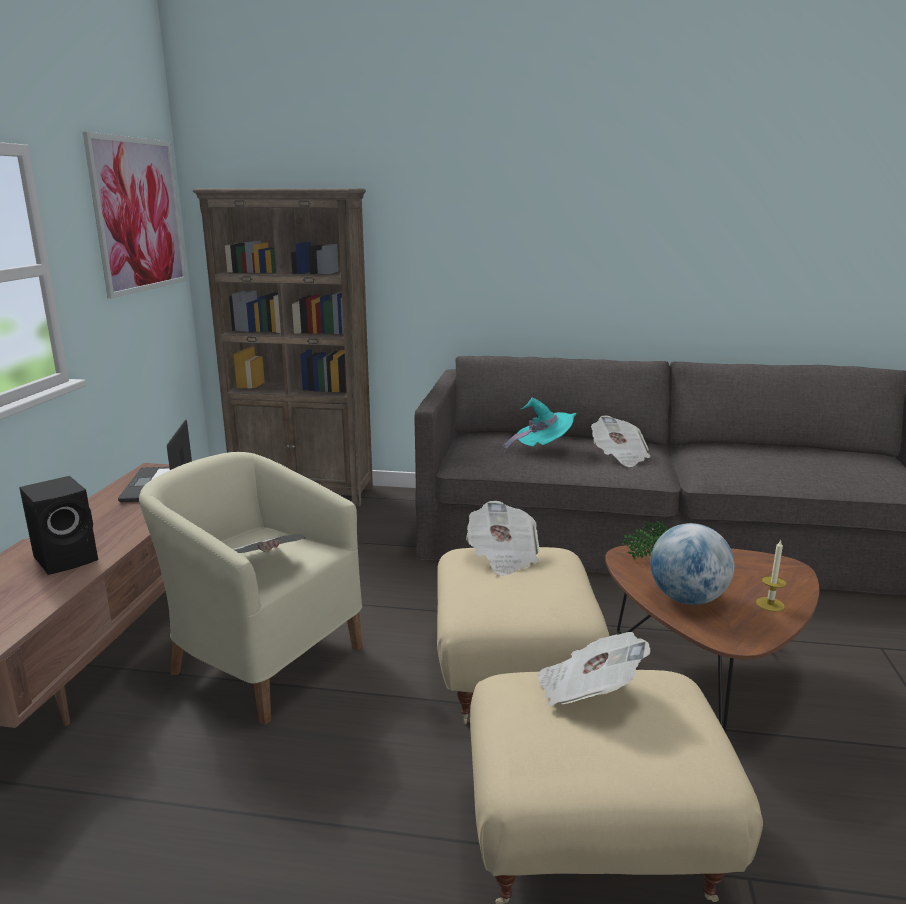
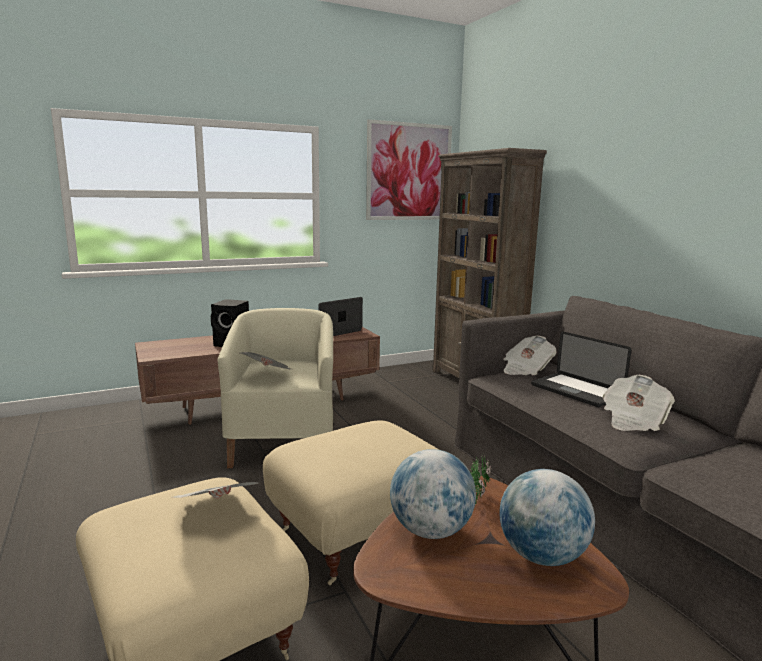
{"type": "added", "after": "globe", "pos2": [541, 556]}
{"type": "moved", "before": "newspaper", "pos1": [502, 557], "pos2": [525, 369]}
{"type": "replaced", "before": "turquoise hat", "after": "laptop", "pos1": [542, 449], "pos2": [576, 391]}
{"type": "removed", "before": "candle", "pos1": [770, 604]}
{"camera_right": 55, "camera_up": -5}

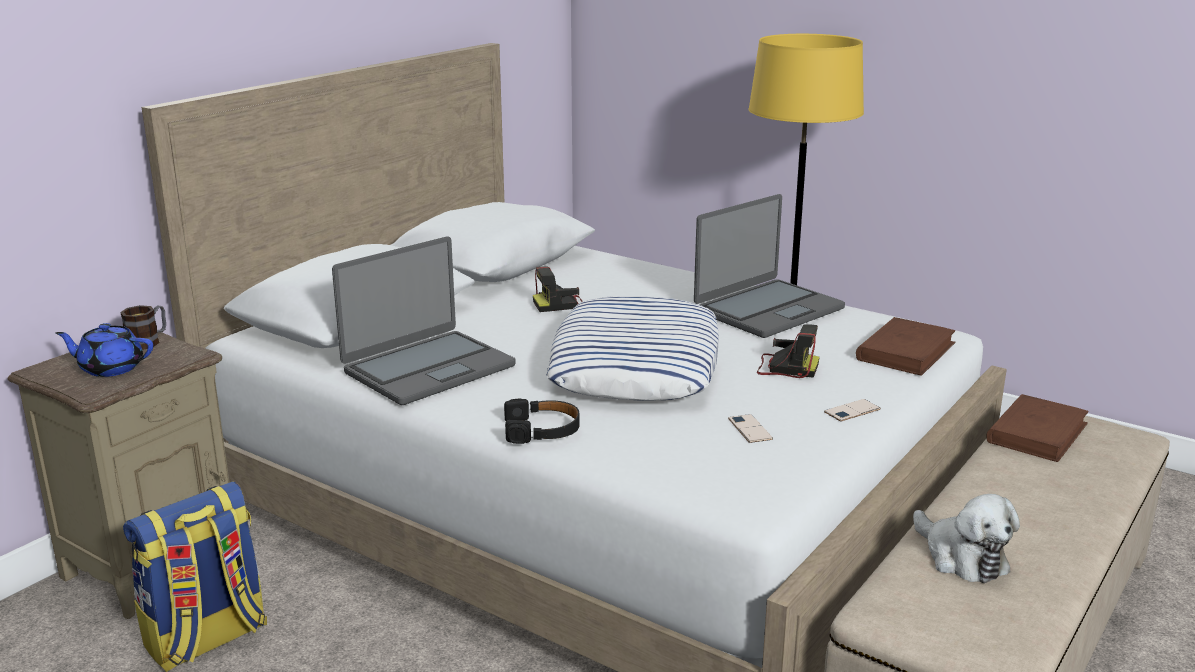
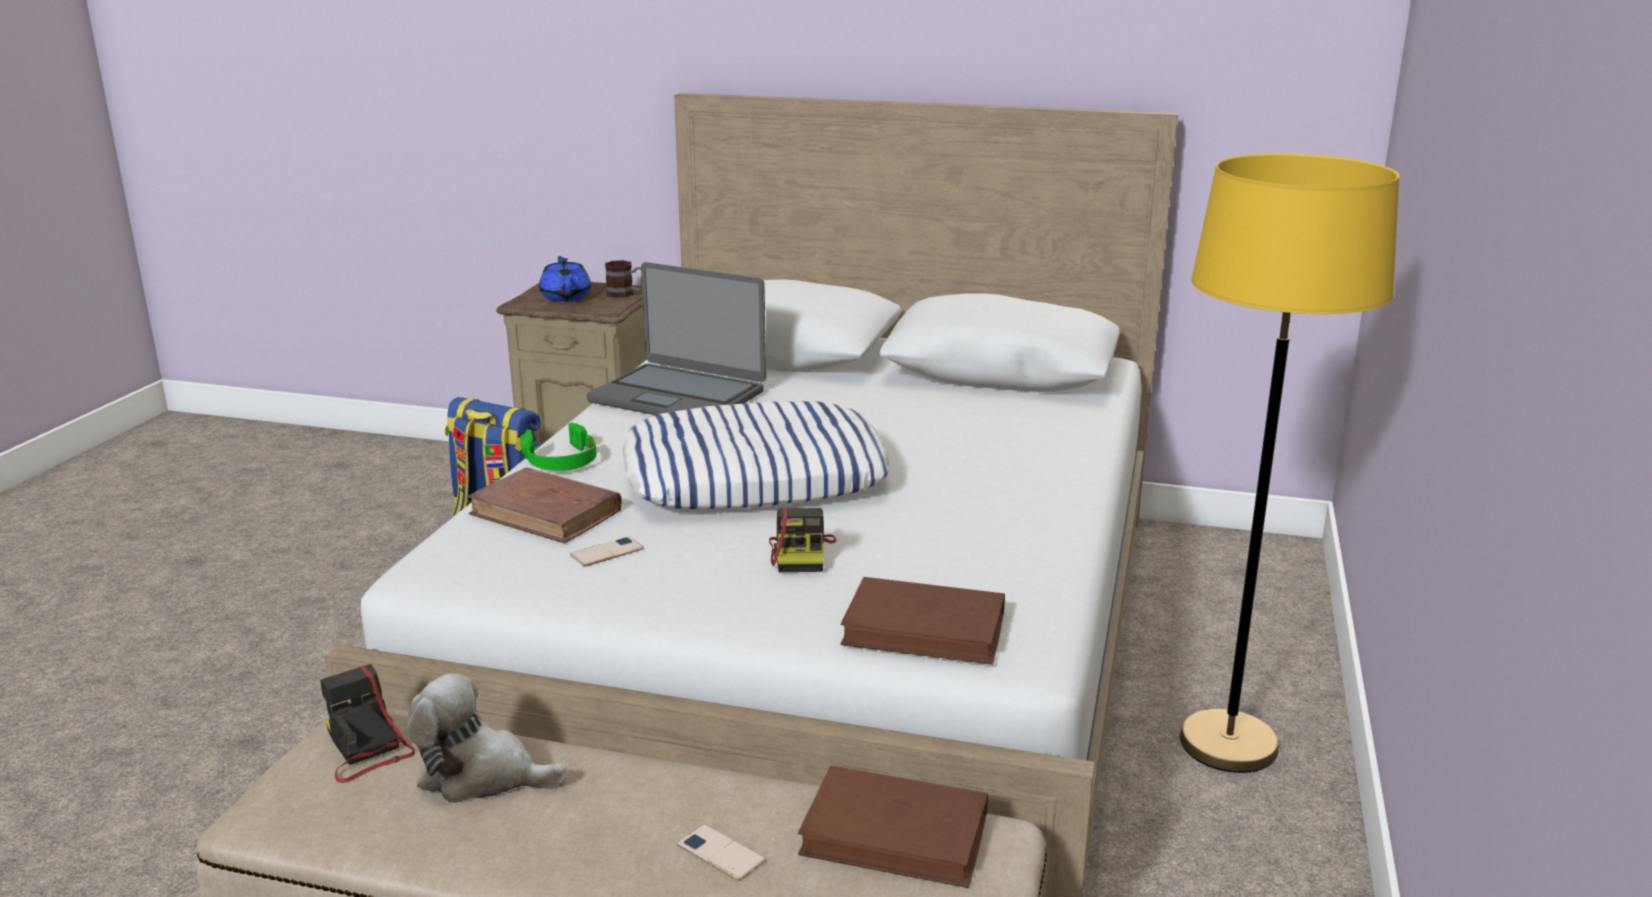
{"type": "moved", "before": "photo camera", "pos1": [562, 306], "pos2": [366, 749]}
{"type": "turned", "before": "plush toy", "pos1": [961, 557], "pos2": [481, 776], "turn": 60}
{"type": "added", "after": "brown book", "pos2": [546, 512]}
{"type": "recoloured", "before": "black headphones", "after": "green headphones", "pos1": [542, 430], "pos2": [561, 460]}
{"type": "moved", "before": "phone", "pos1": [852, 411], "pos2": [721, 853]}
{"type": "removed", "before": "laptop", "pos1": [767, 310]}
{"camera_right": 70, "camera_up": 0}

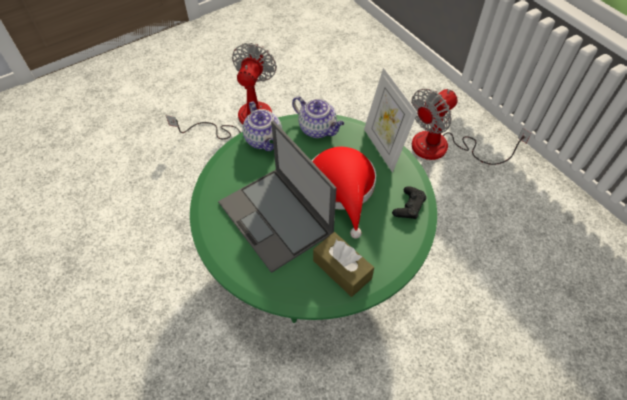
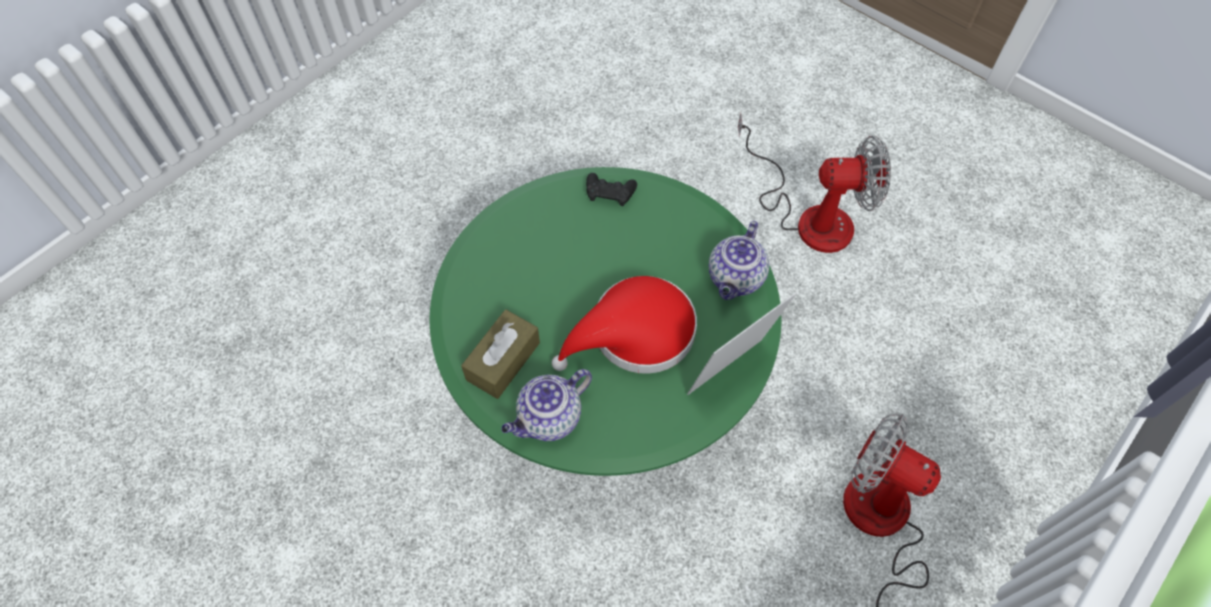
{"type": "moved", "before": "teapot", "pos1": [264, 140], "pos2": [549, 419]}
{"type": "moved", "before": "black game controller", "pos1": [409, 206], "pos2": [610, 192]}
{"type": "removed", "before": "laptop", "pos1": [276, 218]}
{"camera_right": 75, "camera_up": 5}

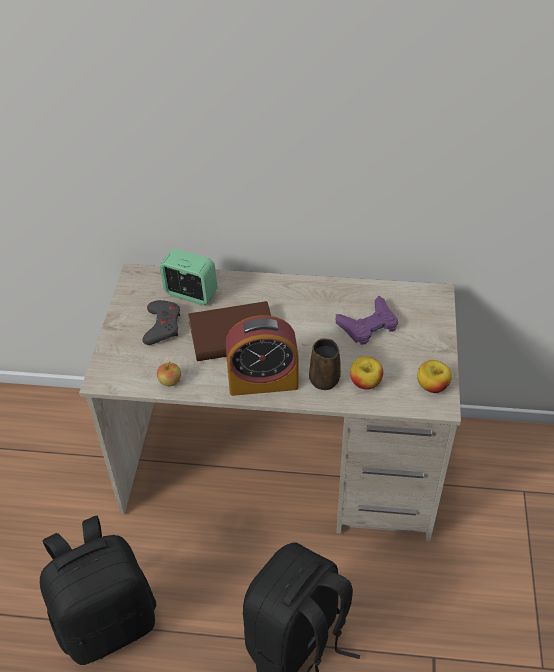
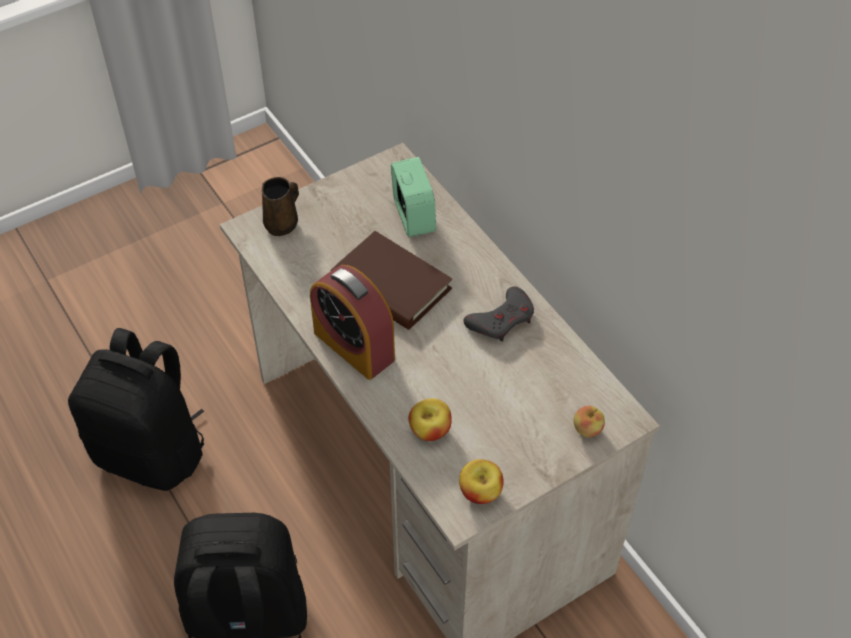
{"type": "moved", "before": "brown mug", "pos1": [324, 378], "pos2": [282, 224]}
{"type": "moved", "before": "grey game controller", "pos1": [162, 326], "pos2": [502, 319]}
{"type": "moved", "before": "apple", "pos1": [170, 381], "pos2": [587, 429]}
{"type": "removed", "before": "purple game controller", "pos1": [368, 325]}
{"camera_right": 50, "camera_up": 5}

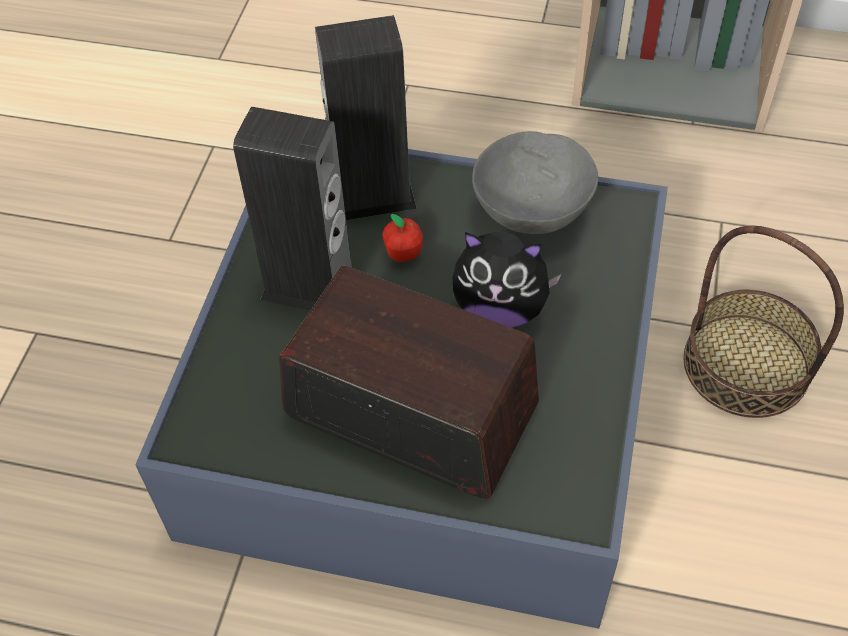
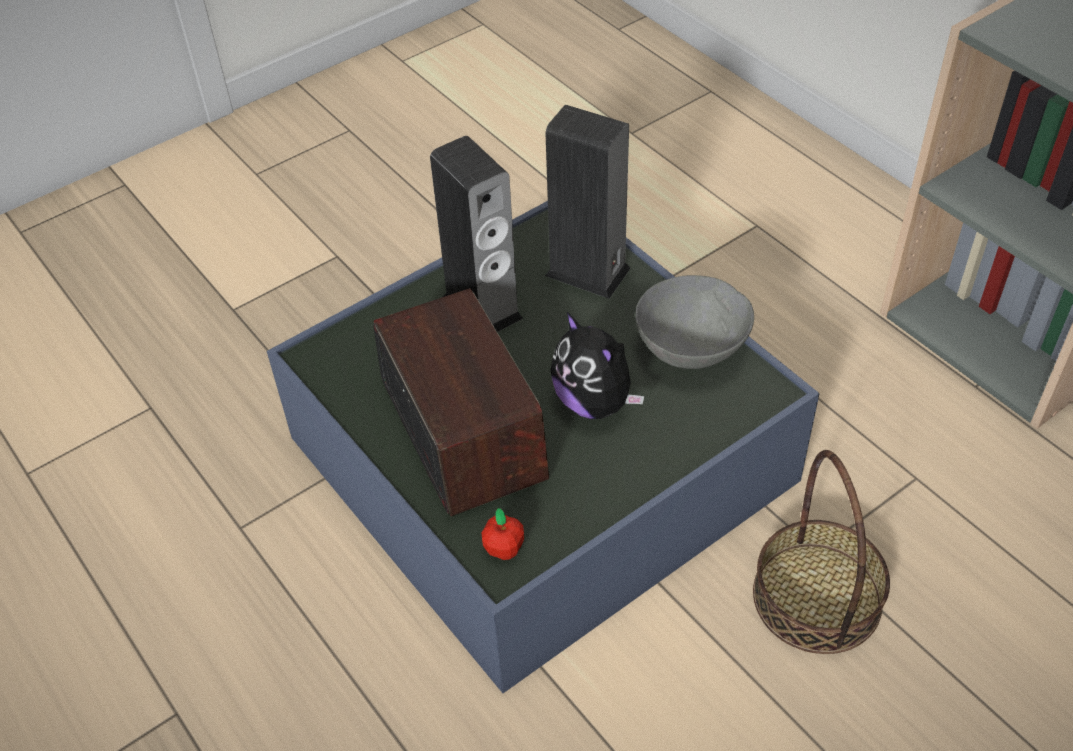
{"type": "moved", "before": "apple", "pos1": [403, 253], "pos2": [504, 549]}
{"camera_right": 40, "camera_up": -5}

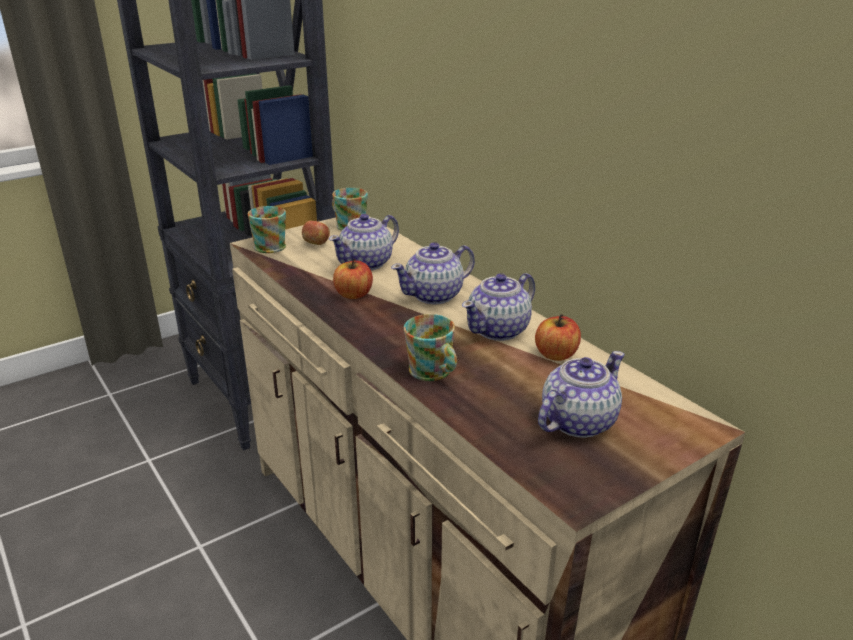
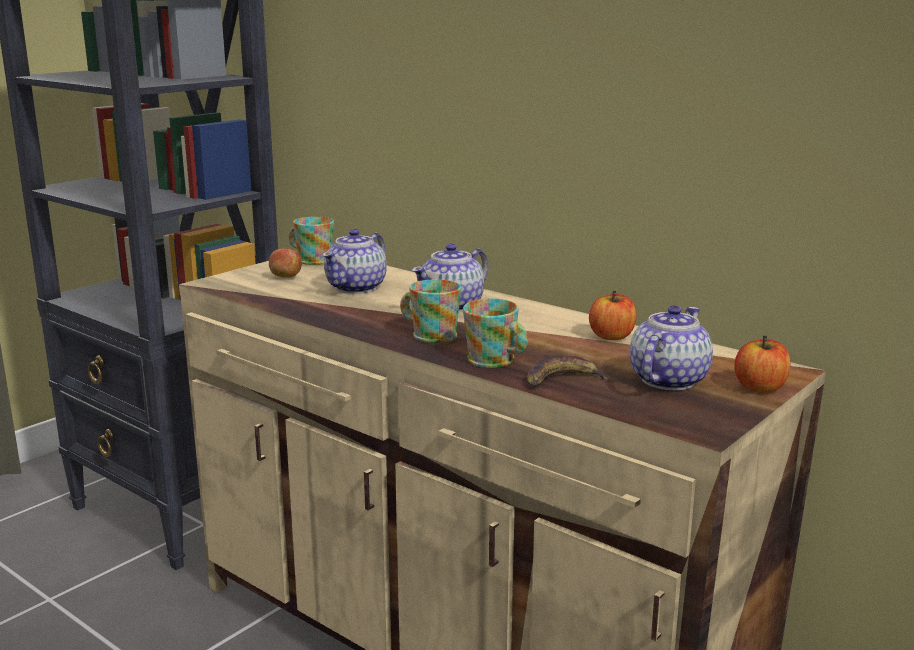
{"type": "moved", "before": "mug", "pos1": [267, 246], "pos2": [429, 335]}
{"type": "added", "after": "banana", "pos2": [561, 379]}
{"type": "moved", "before": "apple", "pos1": [354, 294], "pos2": [760, 387]}
{"type": "removed", "before": "teapot", "pos1": [499, 330]}
{"camera_right": -15, "camera_up": -10}

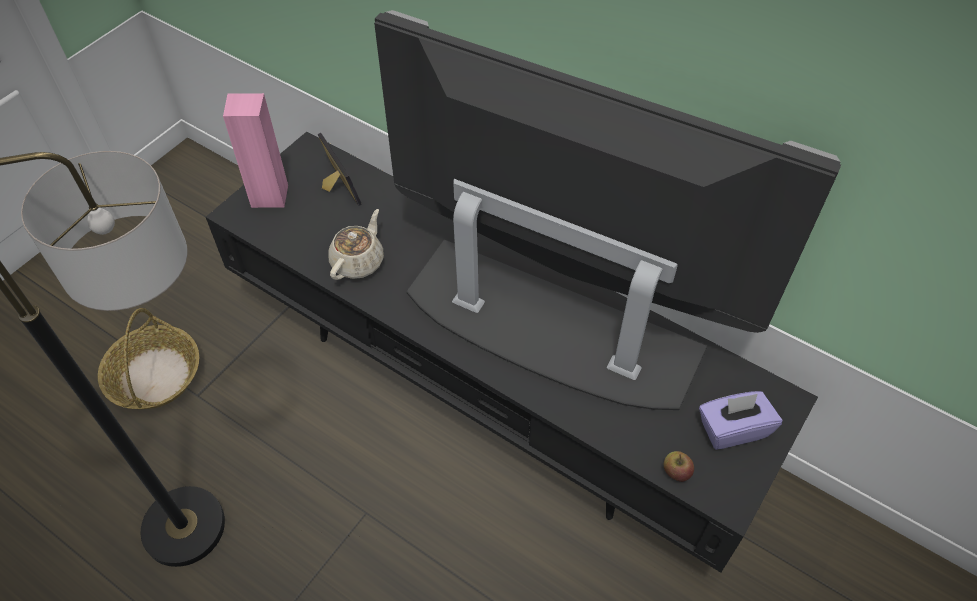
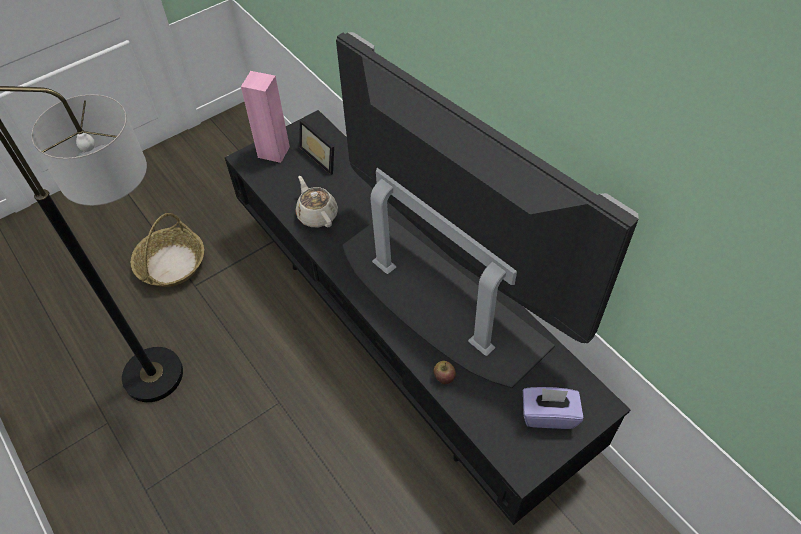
{"type": "turned", "before": "beige teapot", "pos1": [358, 261], "pos2": [317, 215], "turn": -75}
{"type": "turned", "before": "picture frame", "pos1": [335, 187], "pos2": [322, 156], "turn": 150}
{"type": "moved", "before": "apple", "pos1": [676, 472], "pos2": [444, 377]}
{"camera_right": 20, "camera_up": 0}

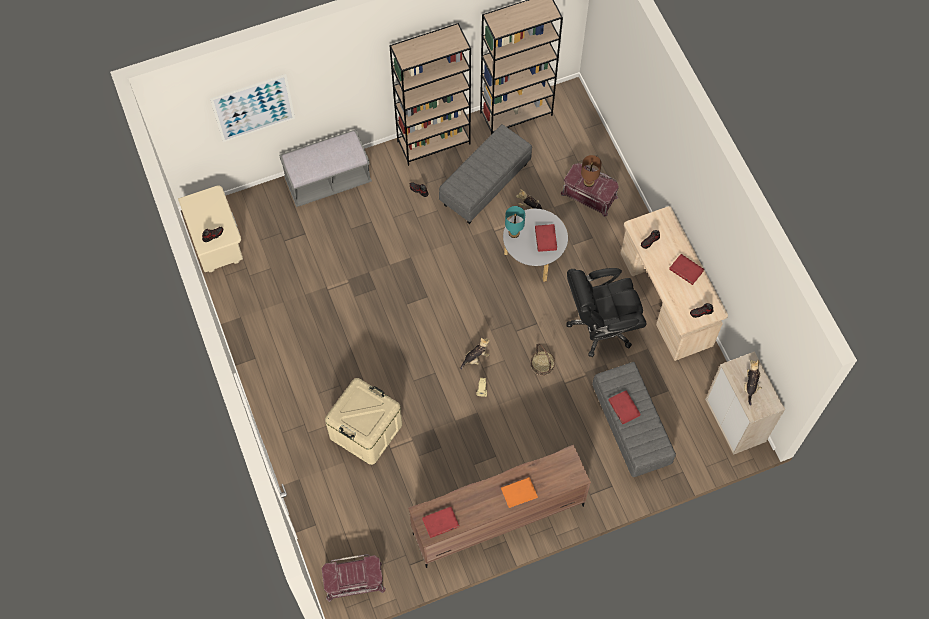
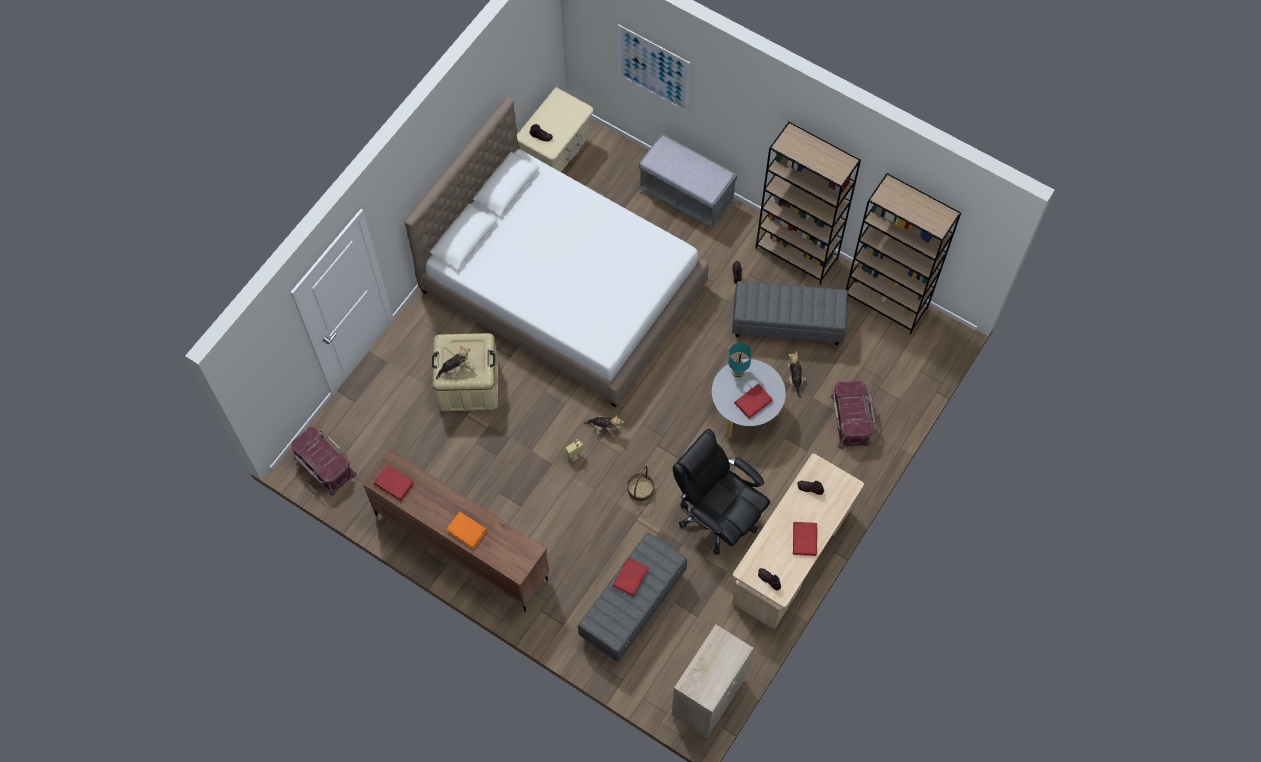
{"type": "added", "after": "white bed", "pos2": [563, 287]}
{"type": "moved", "before": "plush toy", "pos1": [750, 385], "pos2": [455, 369]}
{"type": "removed", "before": "brown table lamp", "pos1": [588, 182]}
{"camera_right": 55, "camera_up": 0}

